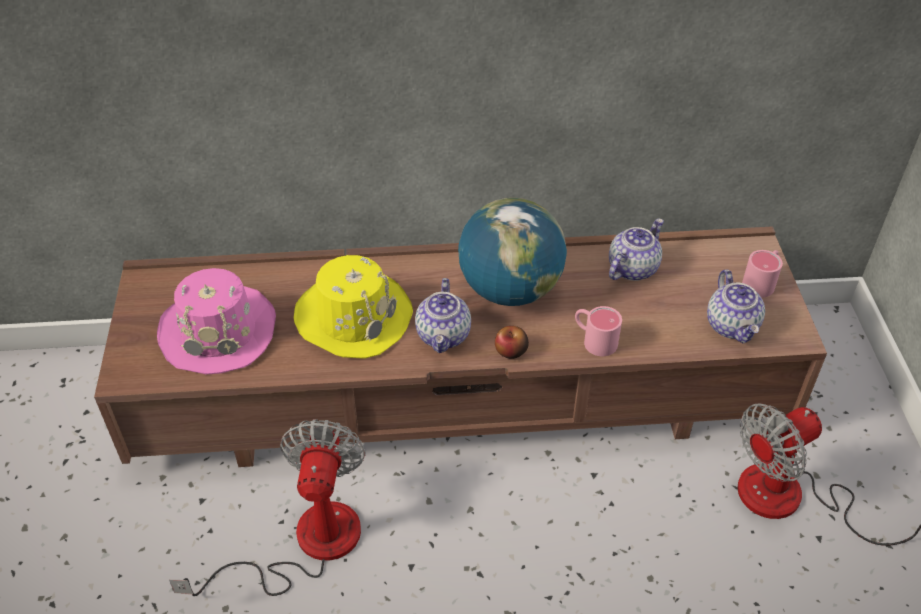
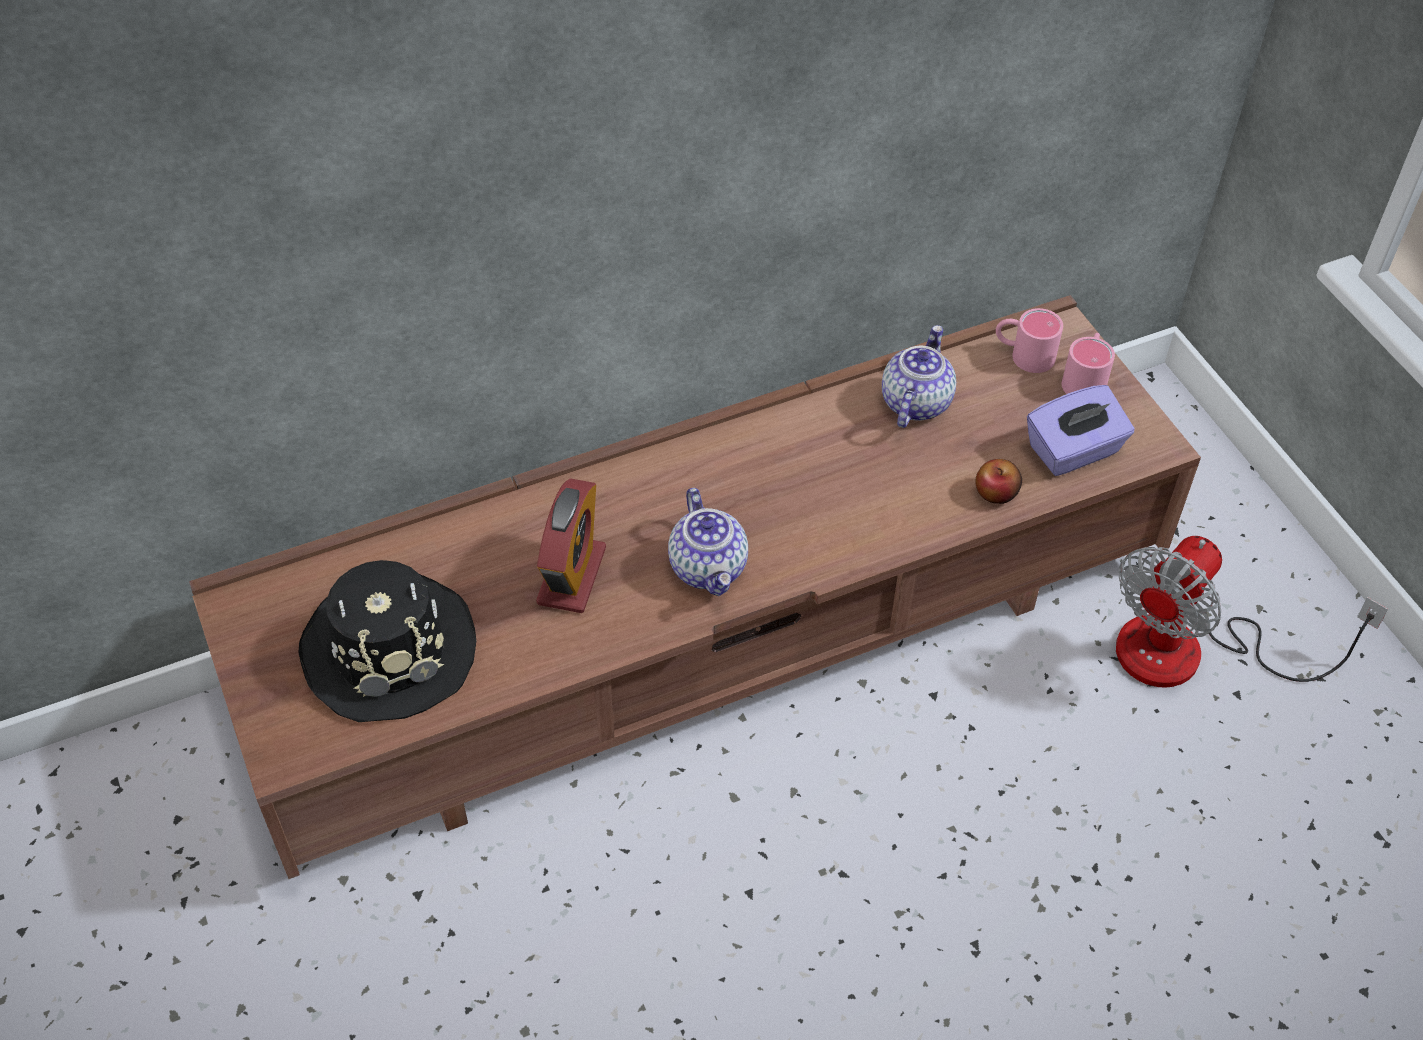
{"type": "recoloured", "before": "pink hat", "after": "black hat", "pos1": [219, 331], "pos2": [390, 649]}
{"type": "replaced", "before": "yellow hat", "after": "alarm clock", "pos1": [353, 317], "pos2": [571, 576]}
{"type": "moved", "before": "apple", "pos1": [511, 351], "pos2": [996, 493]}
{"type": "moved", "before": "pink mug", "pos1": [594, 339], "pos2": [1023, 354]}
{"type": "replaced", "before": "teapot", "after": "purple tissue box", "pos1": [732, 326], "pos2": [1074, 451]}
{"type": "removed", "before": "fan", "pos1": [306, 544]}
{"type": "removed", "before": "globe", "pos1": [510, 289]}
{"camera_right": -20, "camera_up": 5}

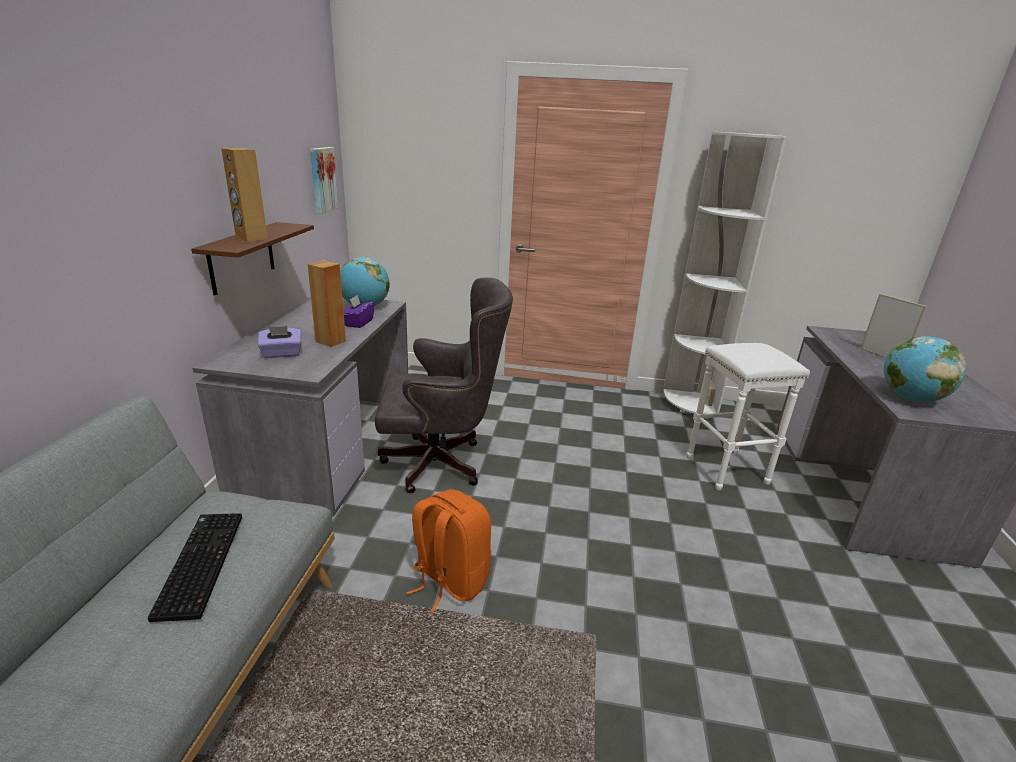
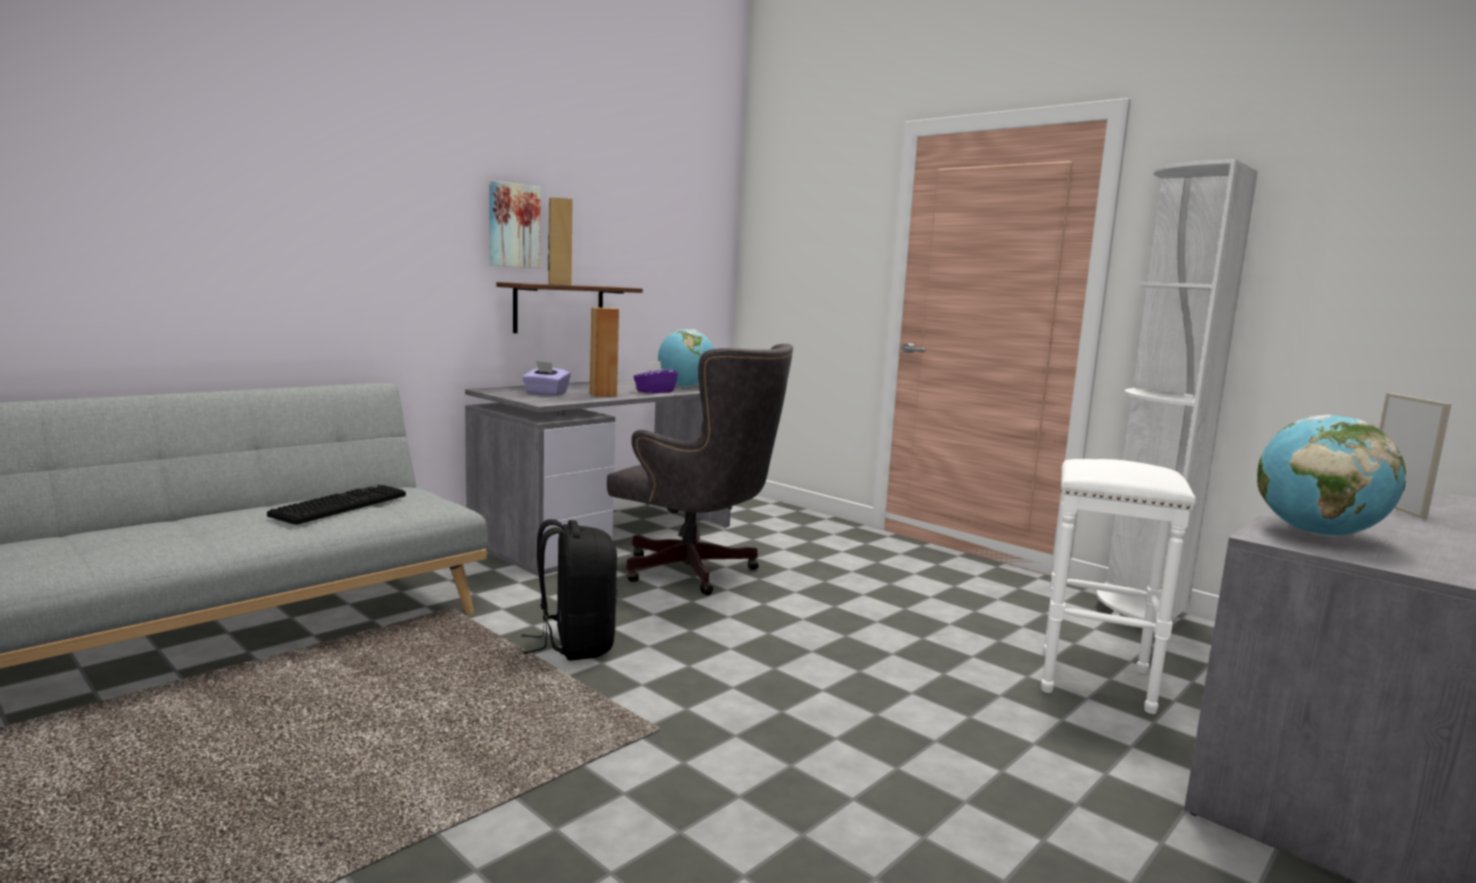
{"type": "moved", "before": "picture", "pos1": [322, 179], "pos2": [513, 225]}
{"type": "recoloured", "before": "orange backpack", "after": "black backpack", "pos1": [449, 581], "pos2": [574, 644]}
{"camera_right": 35, "camera_up": -15}

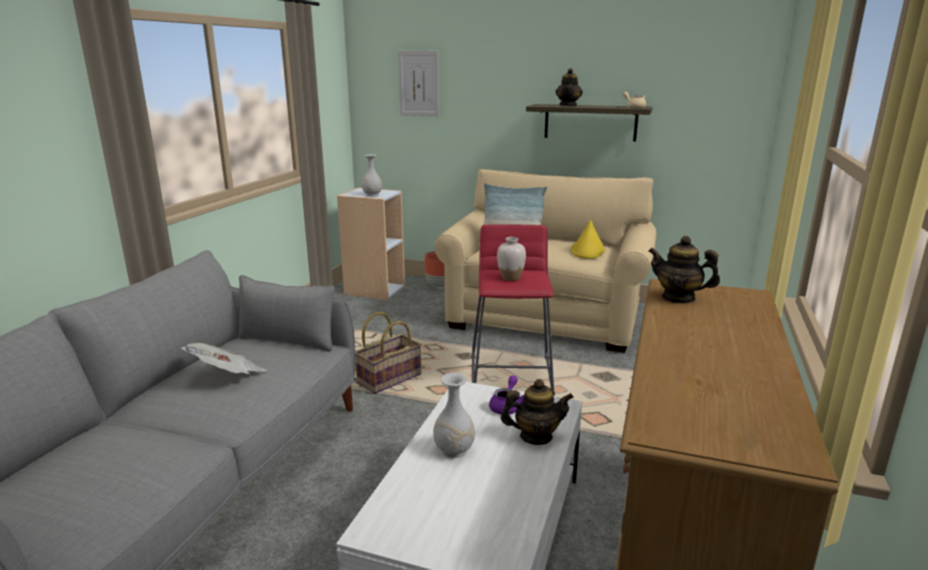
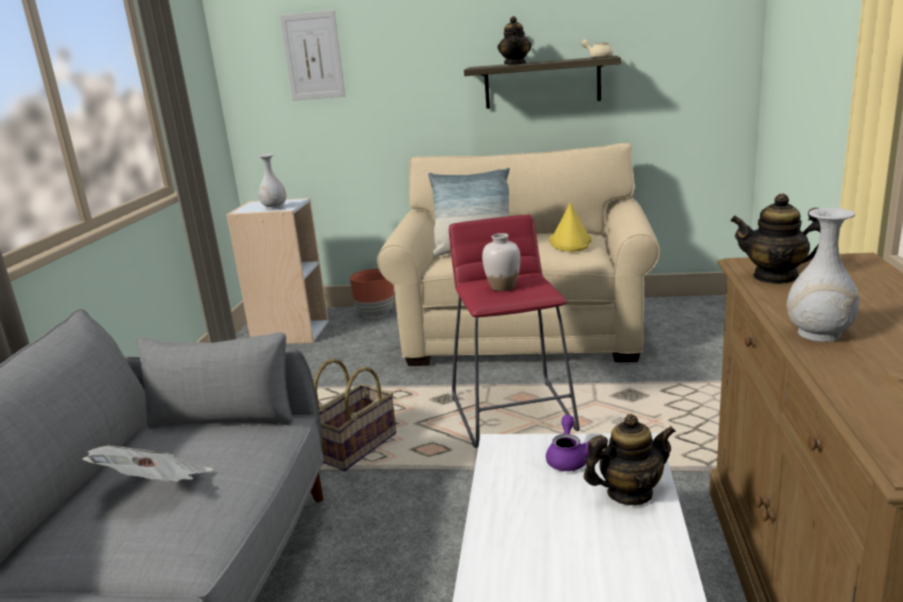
{"type": "moved", "before": "white vase", "pos1": [454, 450], "pos2": [819, 334]}
{"camera_right": -10, "camera_up": 0}

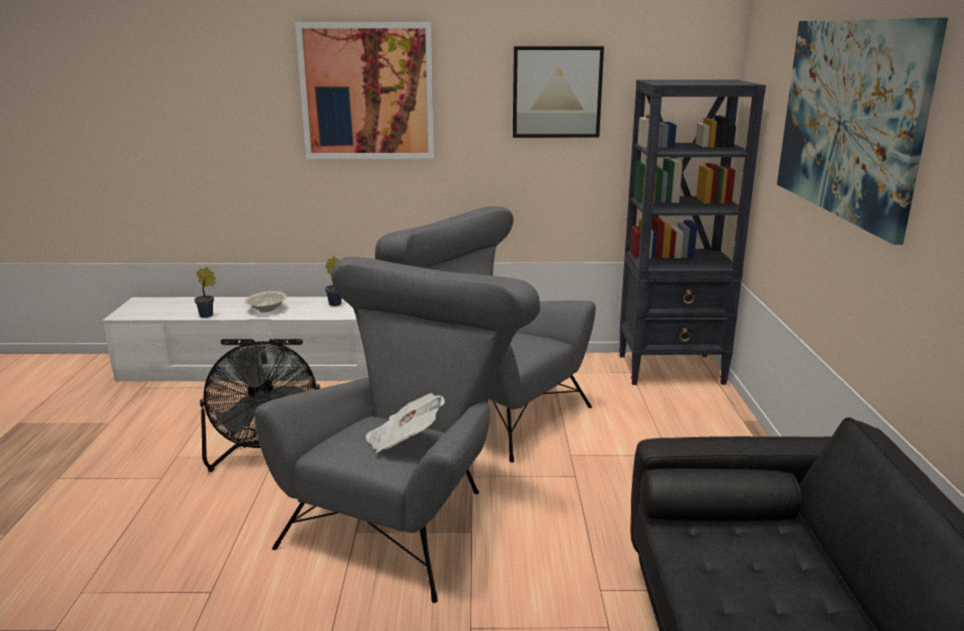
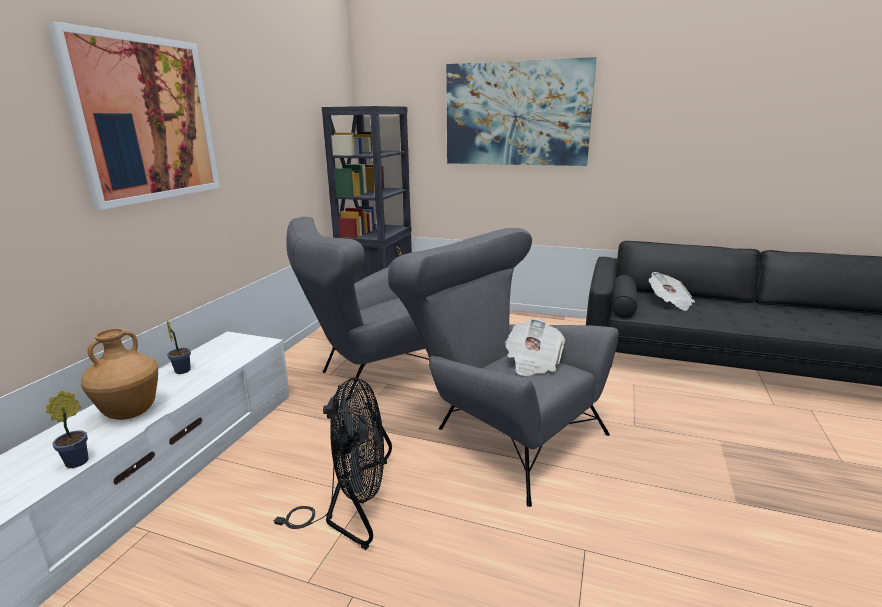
{"type": "replaced", "before": "beige bowl", "after": "brown vase", "pos1": [267, 309], "pos2": [131, 413]}
{"type": "added", "after": "newspaper", "pos2": [670, 302]}
{"type": "removed", "before": "picture", "pos1": [557, 92]}
{"camera_right": -70, "camera_up": 0}

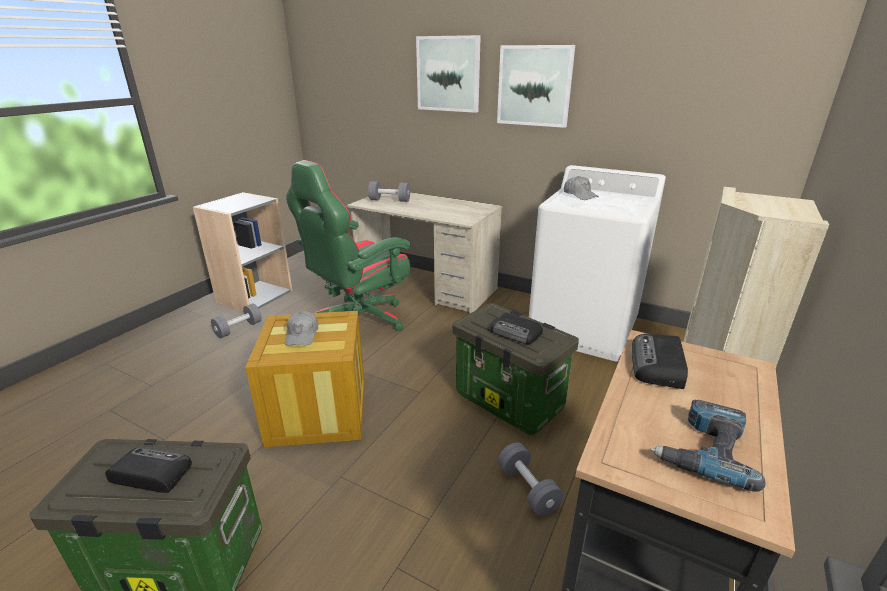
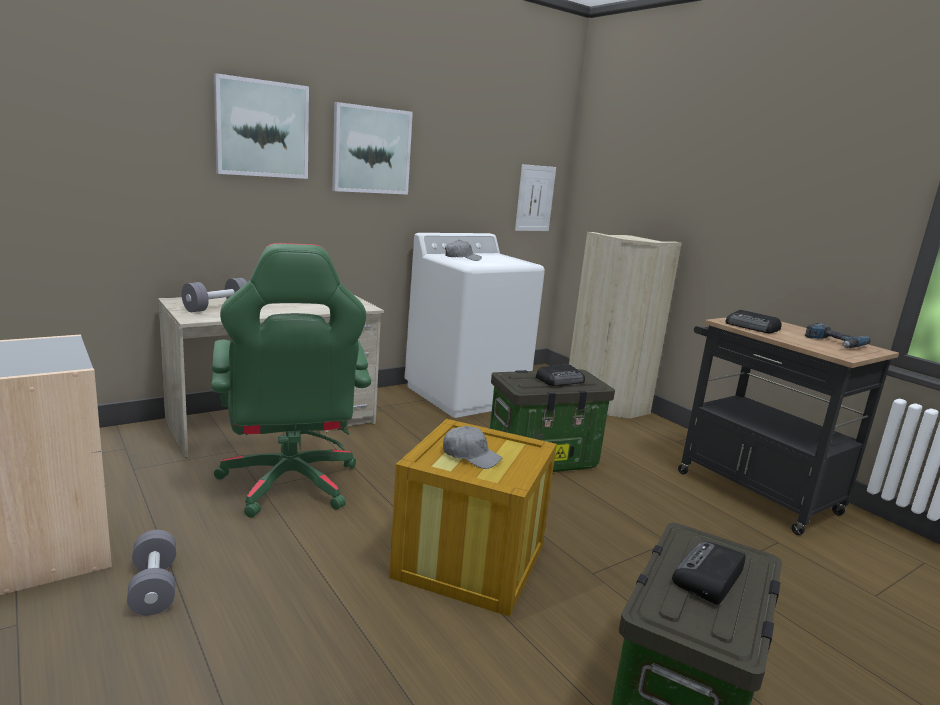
{"type": "added", "after": "picture", "pos2": [535, 198]}
{"type": "removed", "before": "grey dumbbell", "pos1": [528, 489]}
{"camera_right": -65, "camera_up": -10}

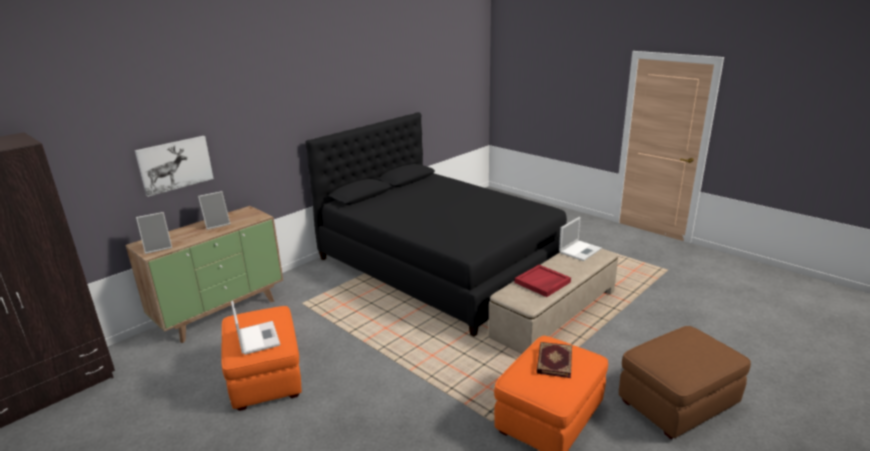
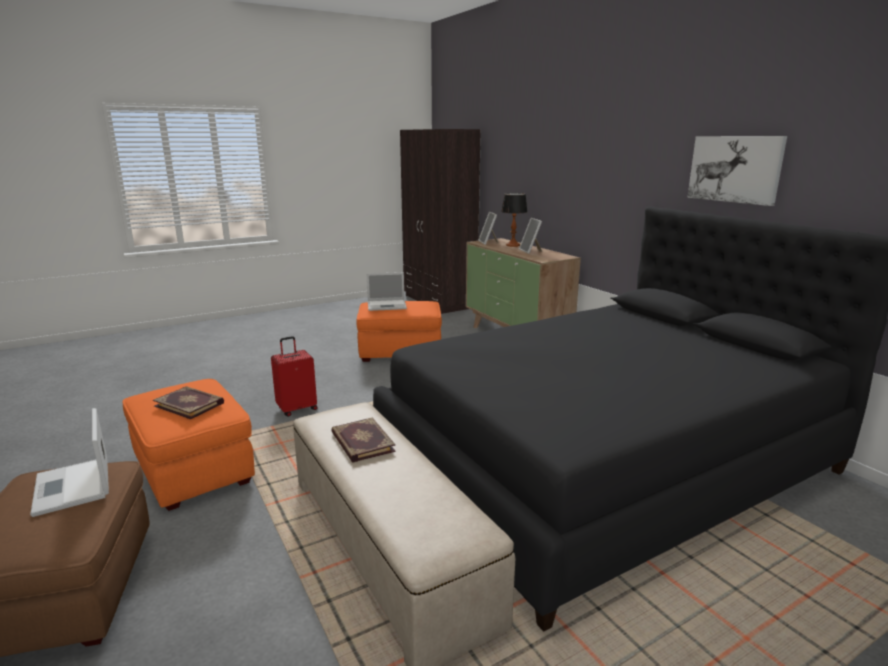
{"type": "moved", "before": "laptop", "pos1": [580, 250], "pos2": [73, 487]}
{"type": "added", "after": "red suitcase", "pos2": [297, 409]}
{"type": "replaced", "before": "red tray", "after": "book", "pos1": [542, 282], "pos2": [361, 442]}
{"type": "added", "after": "table lamp", "pos2": [513, 245]}
{"type": "moved", "before": "picture", "pos1": [175, 164], "pos2": [735, 169]}
{"camera_right": 105, "camera_up": -5}

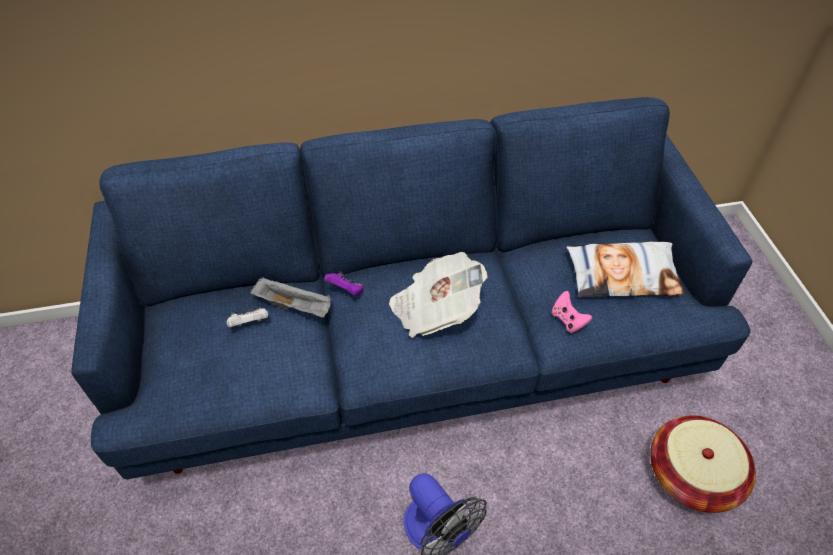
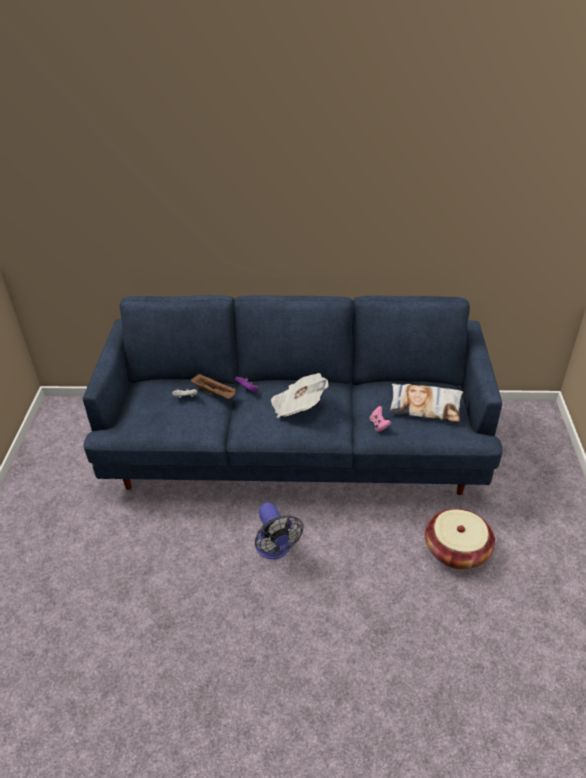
{"type": "recoloured", "before": "grey tray", "after": "brown tray", "pos1": [294, 306], "pos2": [215, 393]}
{"camera_right": 15, "camera_up": -10}

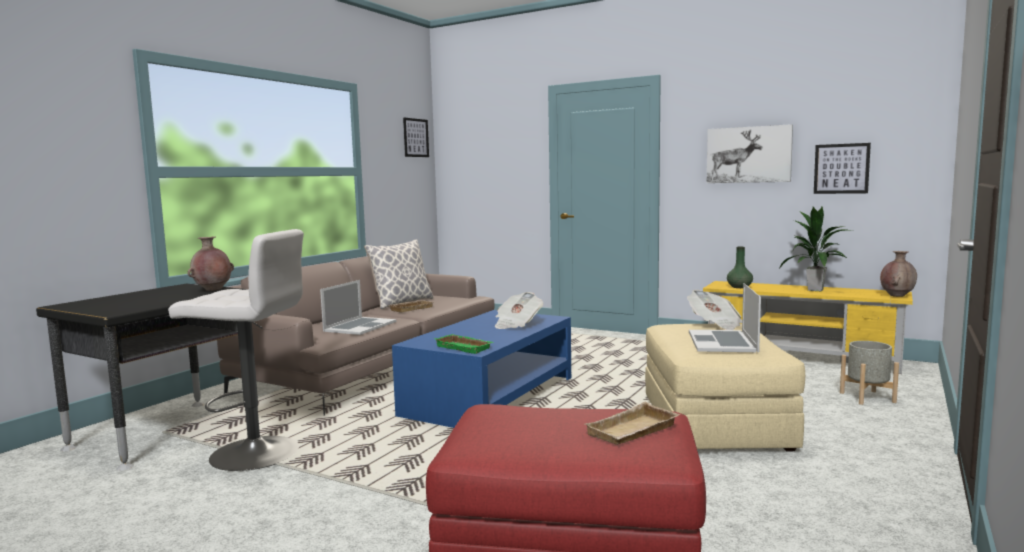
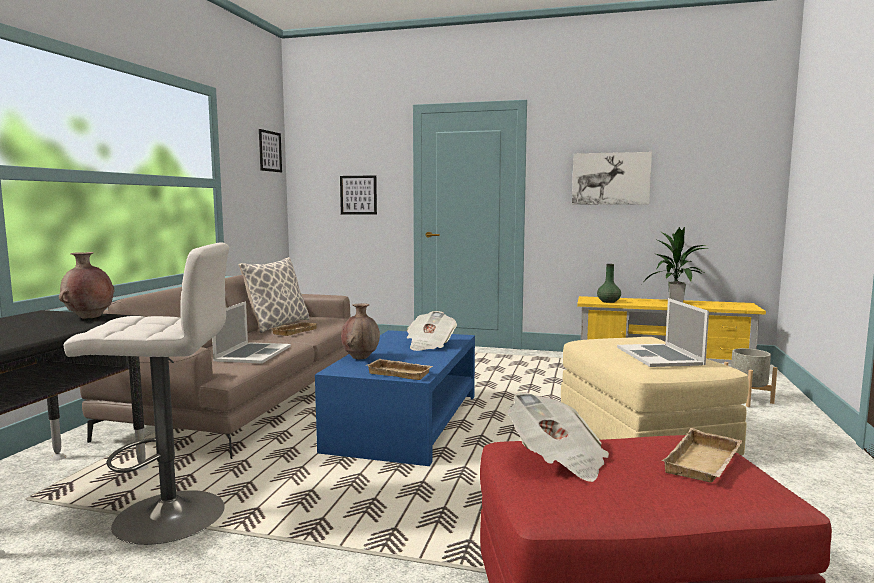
{"type": "moved", "before": "picture", "pos1": [841, 168], "pos2": [358, 195]}
{"type": "moved", "before": "brown vase", "pos1": [897, 296], "pos2": [360, 358]}
{"type": "recoloured", "before": "green tray", "after": "beige tray", "pos1": [465, 347], "pos2": [401, 373]}
{"type": "moved", "before": "newspaper", "pos1": [715, 324], "pos2": [558, 460]}
{"camera_right": -15, "camera_up": 0}

